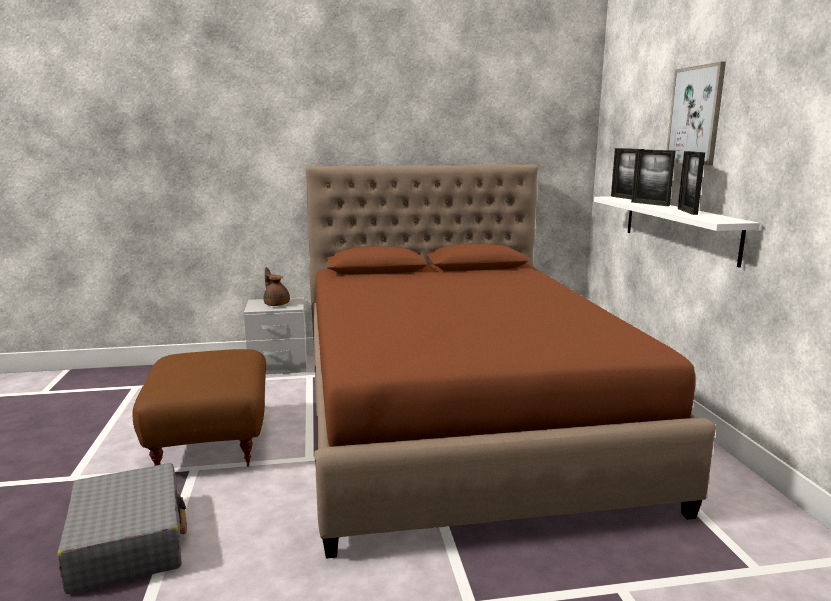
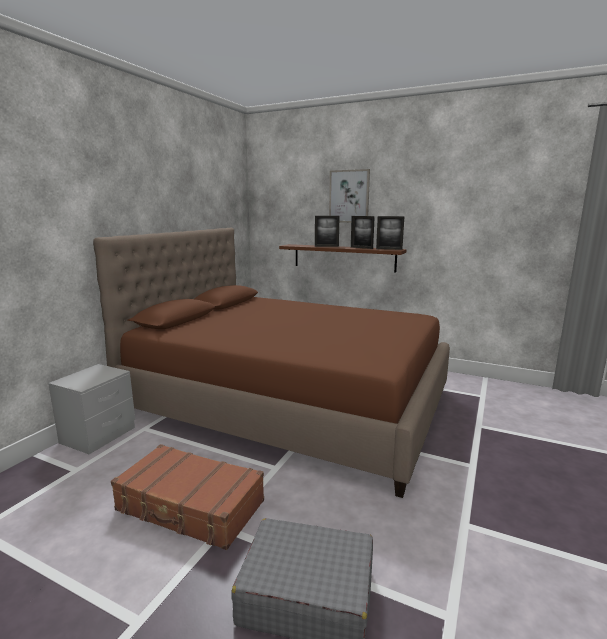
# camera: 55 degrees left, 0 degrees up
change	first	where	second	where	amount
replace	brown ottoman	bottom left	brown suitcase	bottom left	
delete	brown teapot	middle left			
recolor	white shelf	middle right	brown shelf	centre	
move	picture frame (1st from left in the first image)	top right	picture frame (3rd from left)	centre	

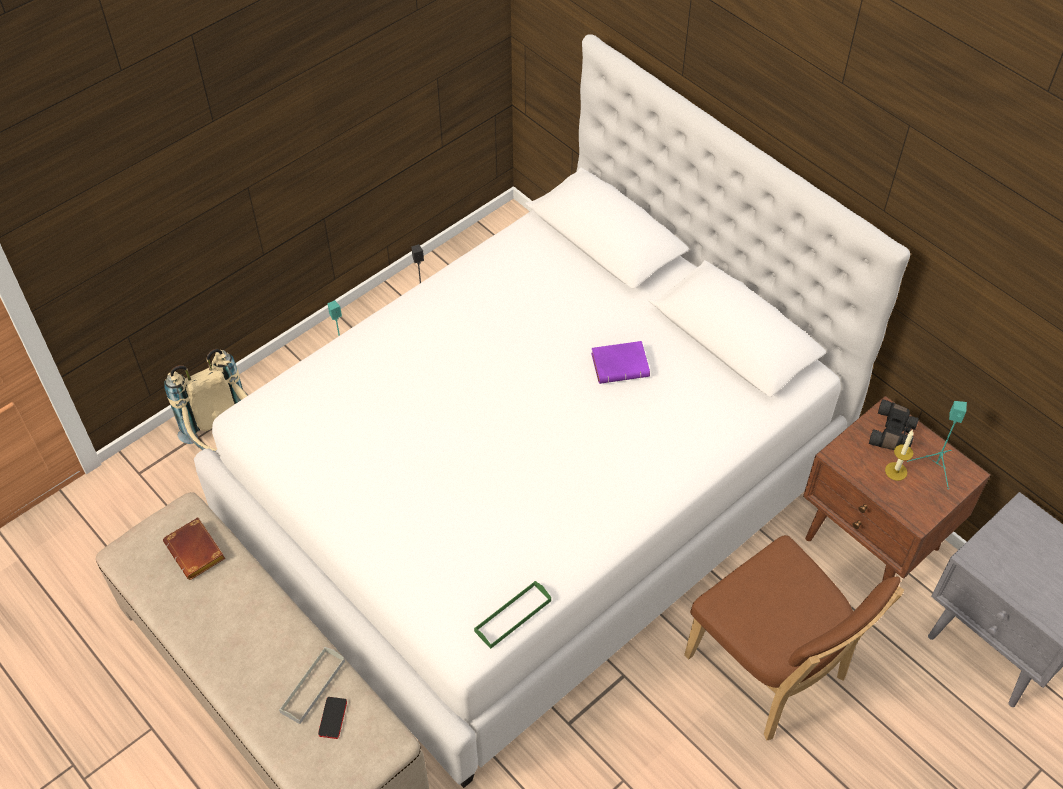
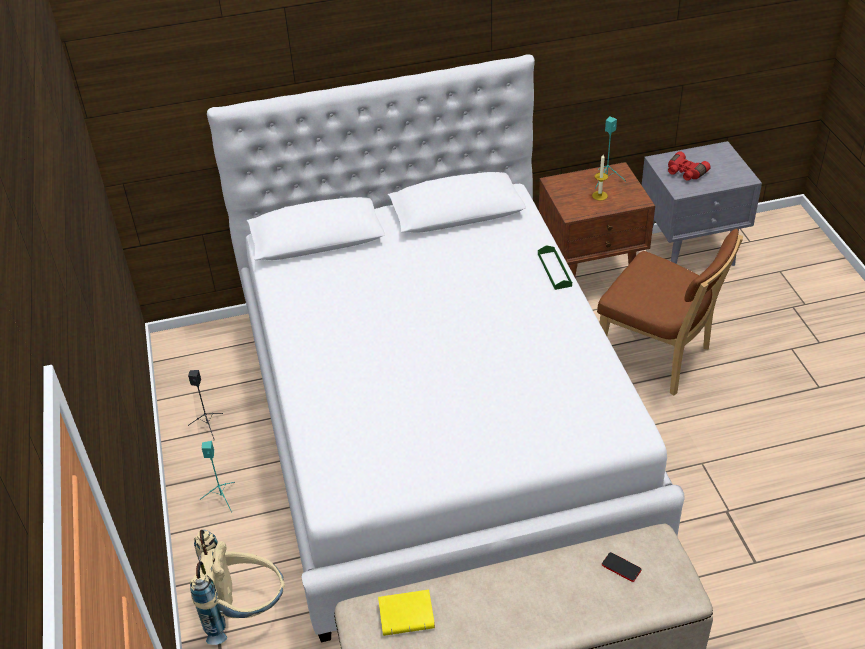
# camera: 60 degrees left, 10 degrees down
change	first	where	second	where	amount
recolor	brown book	bottom left	yellow book	bottom centre	
delete	grey tray	bottom left			
move	green tray	bottom centre		centre	
delete	purple book	centre			
rotate	brown chair	bottom right		middle right	45 degrees clockwise
delete	black binoculars	middle right			
insert			red binoculars	top right	

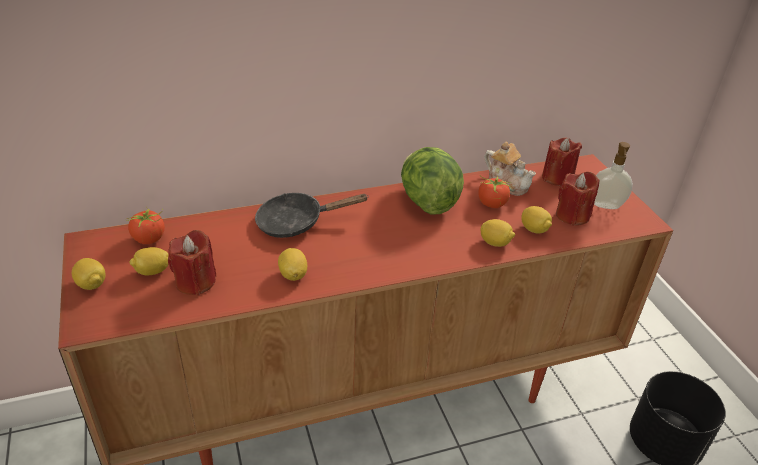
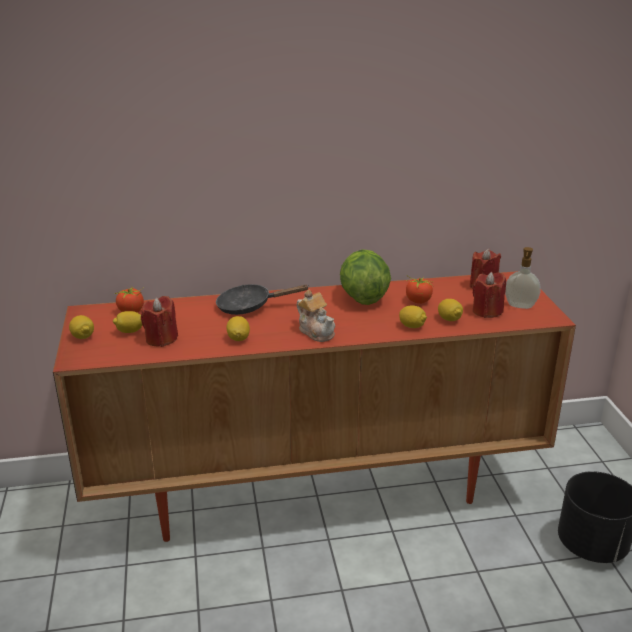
# camera: 10 degrees right, 10 degrees down
change	first	where	second	where	amount
move	teapot	middle right		centre	

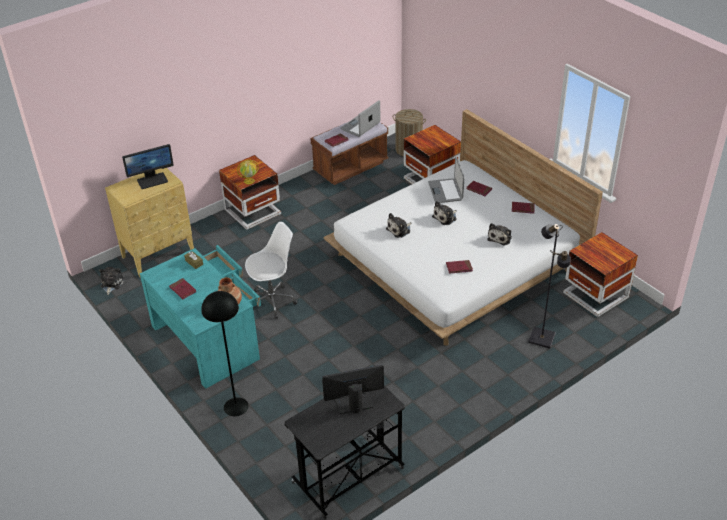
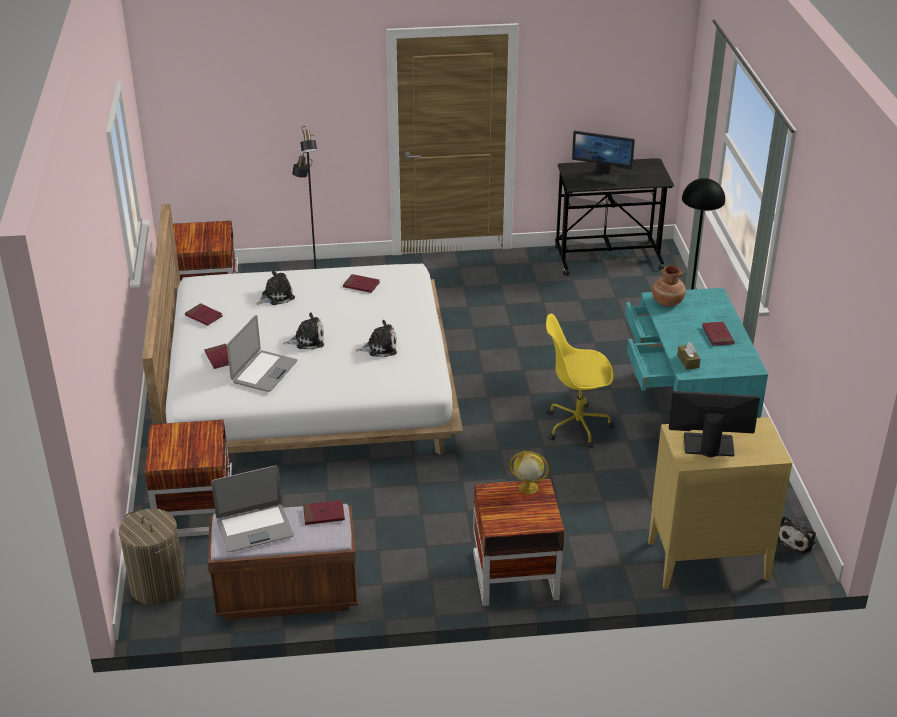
# camera: 150 degrees left, 5 degrees down
change	first	where	second	where	amount
recolor	white office chair	centre	yellow office chair	centre	

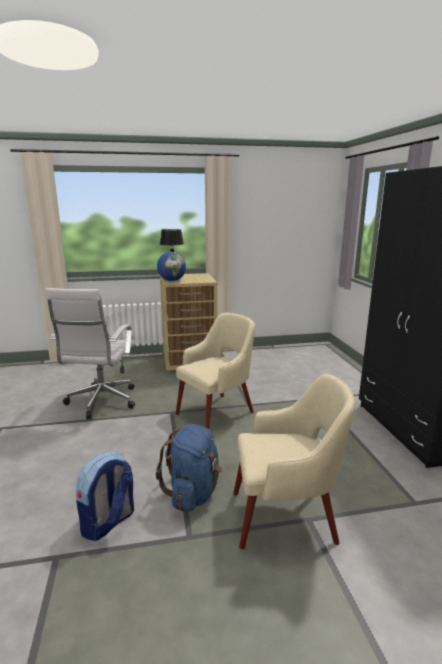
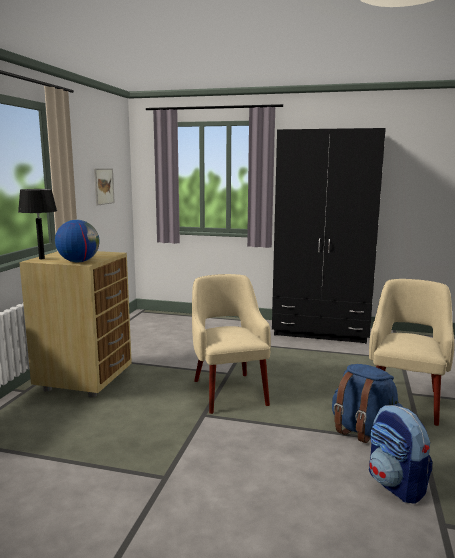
# camera: 65 degrees left, 5 degrees down
change	first	where	second	where	amount
delete	white office chair	middle left			
insert			picture	middle left	

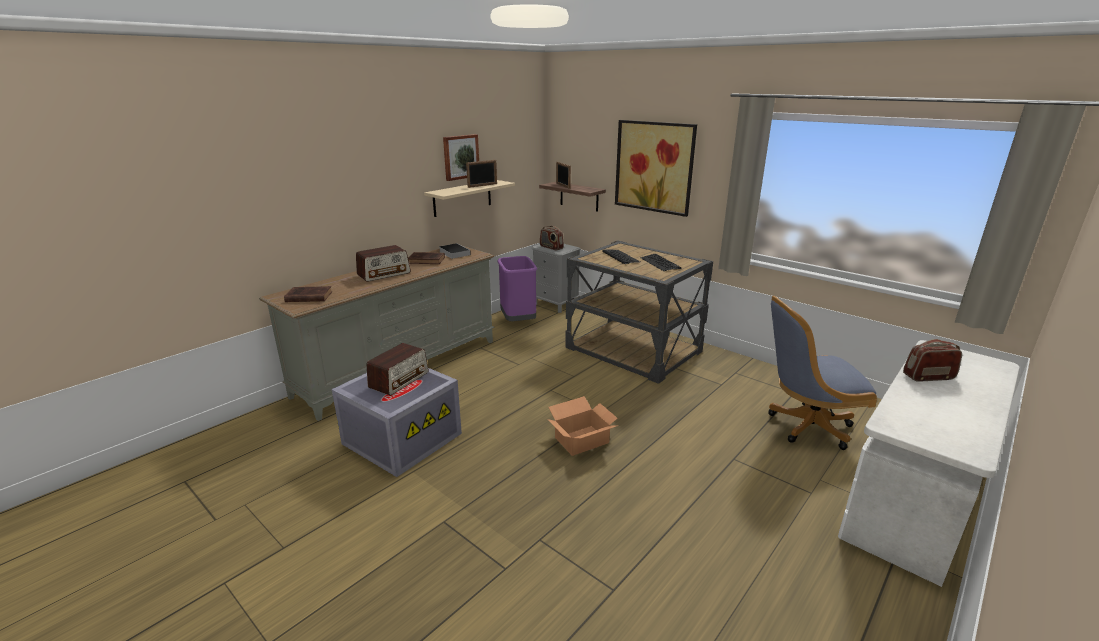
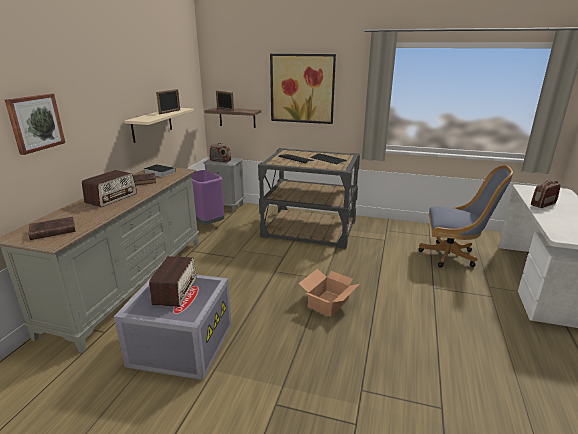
# camera: 25 degrees left, 0 degrees up
change	first	where	second	where	amount
move	picture (1st from left)	top centre		top left	
rotate	blue office chair	middle right		middle right	135 degrees counterclockwise

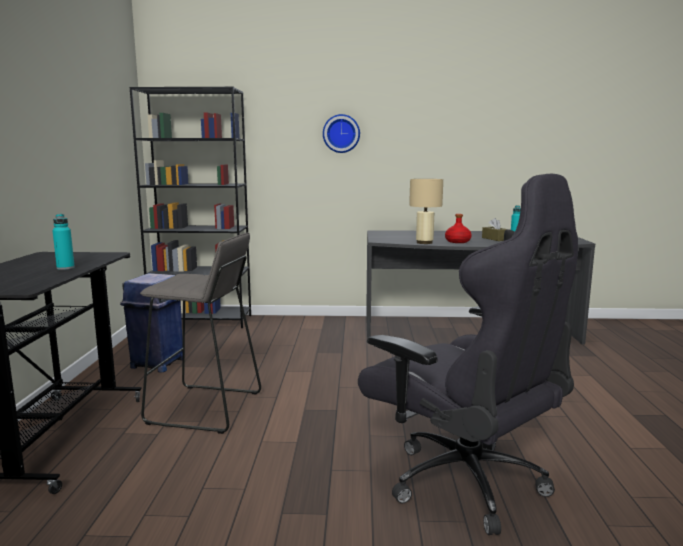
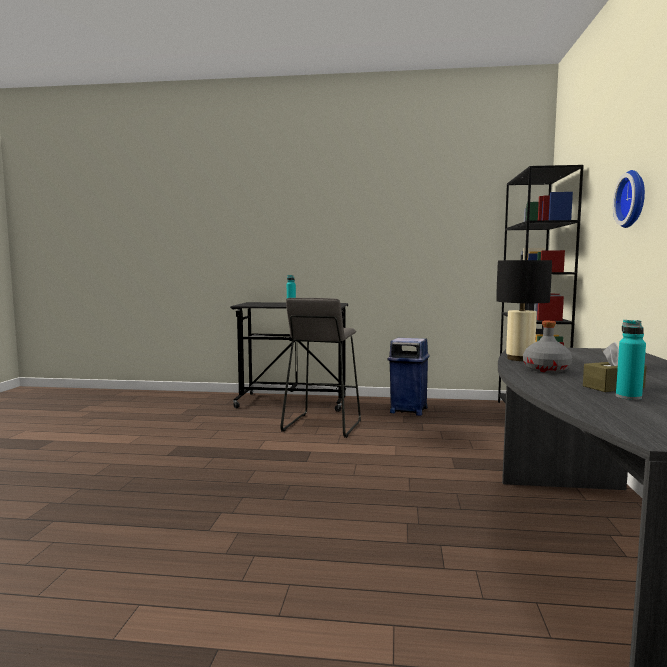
# camera: 95 degrees right, 5 degrees down
change	first	where	second	where	amount
delete	black office chair	middle right			
recolor	beige table lamp	centre	black table lamp	middle right	
recolor	red bottle	middle right	grey bottle	middle right	

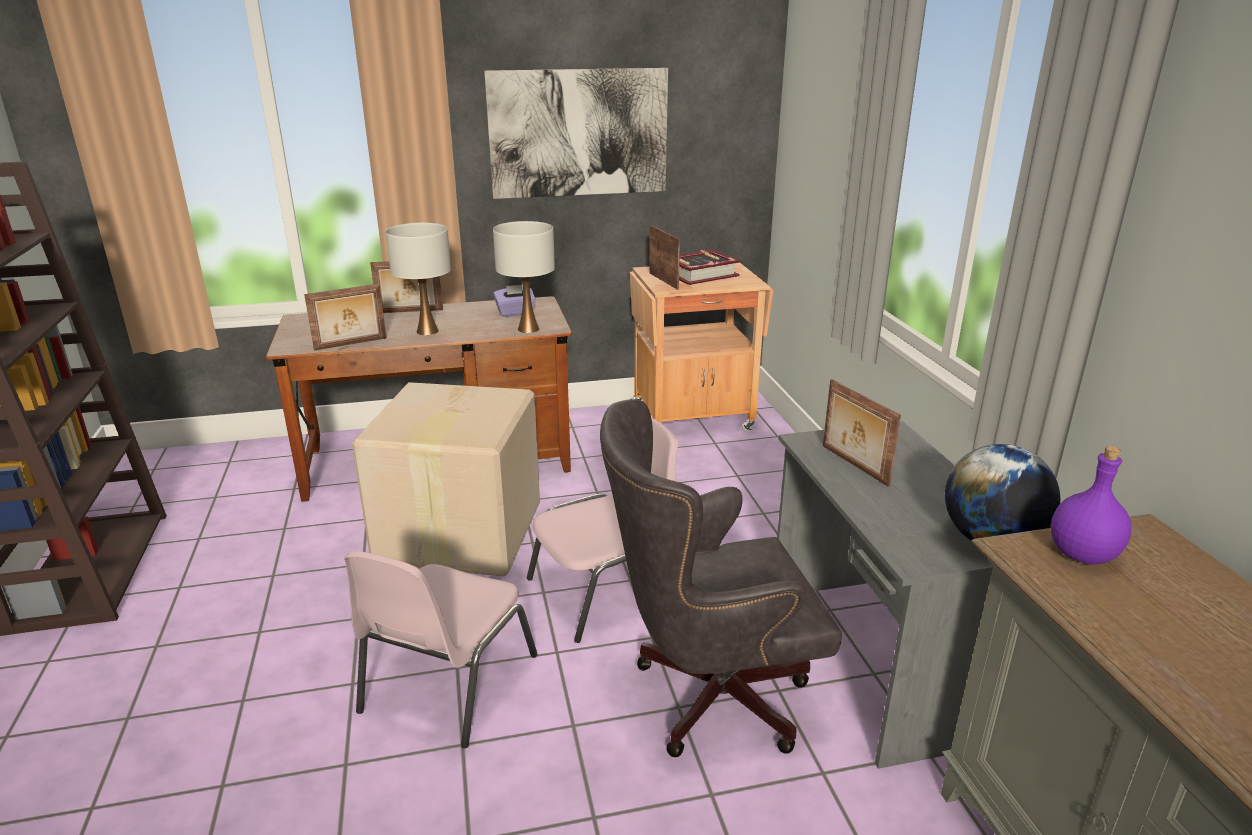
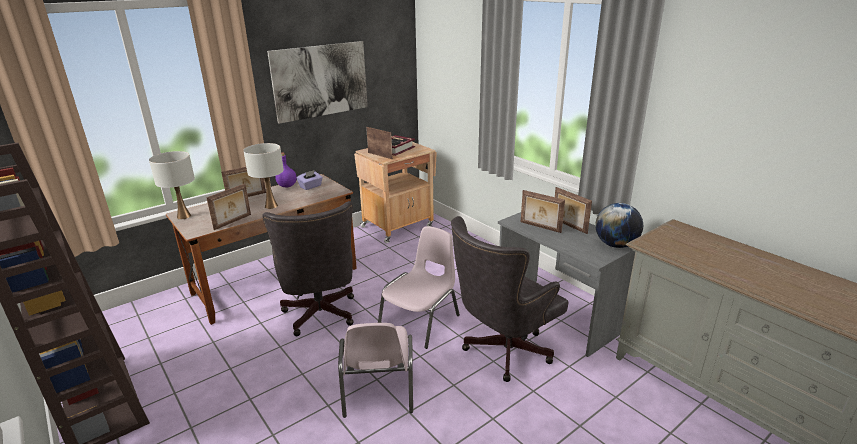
# camera: 25 degrees left, 0 degrees up
change	first	where	second	where	amount
replace	cardboard box	centre	grey office chair (1st from left)	centre	
move	white table lamp (2nd from left in the first image)	top centre	white table lamp (1st from left)	middle left	
move	purple bottle	middle right		centre	
insert			picture frame (5th from left)	middle right	

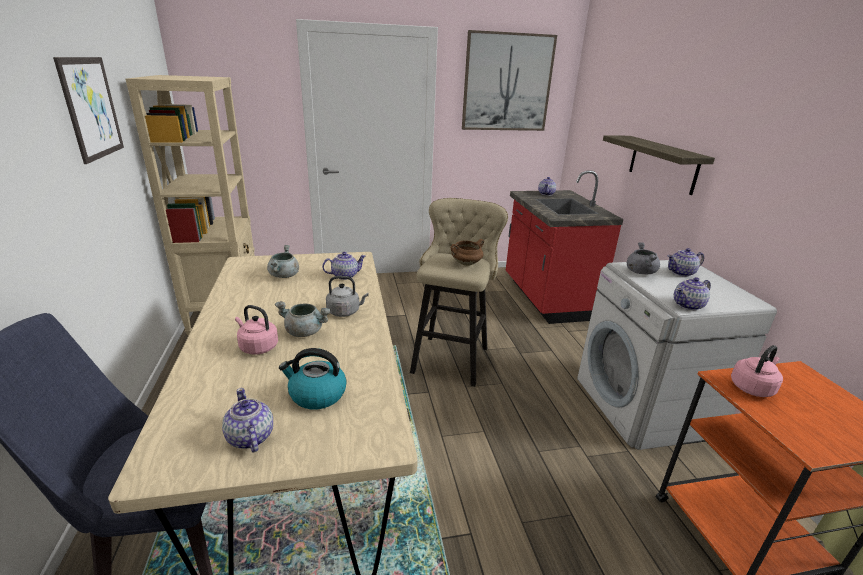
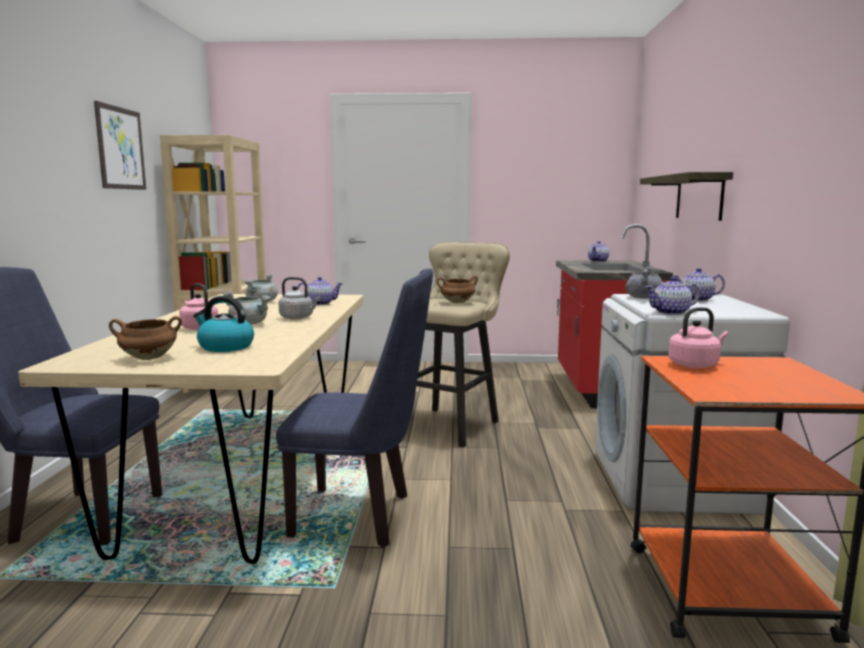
# camera: 15 degrees right, 15 degrees down
change	first	where	second	where	amount
replace	teapot (1st from left)	bottom left	brown cooking pot (1st from left)	middle left	
delete	picture (2nd from left)	top centre			
insert			blue chair (2nd from left)	centre	

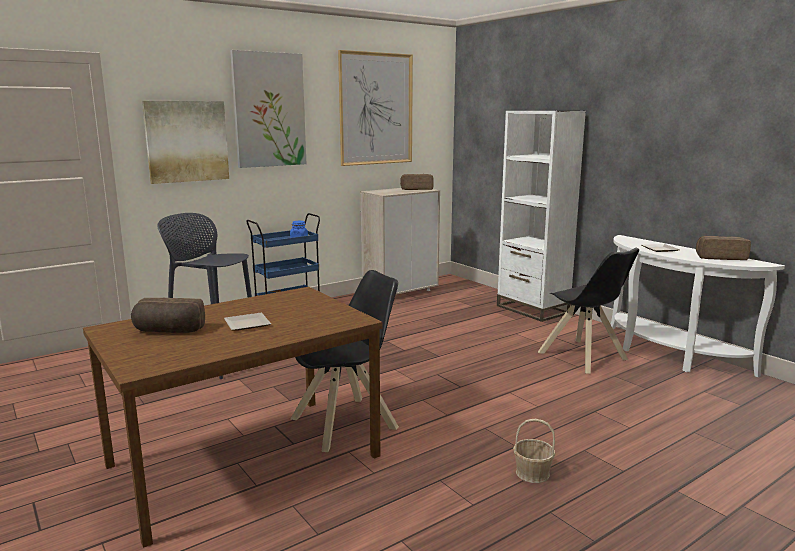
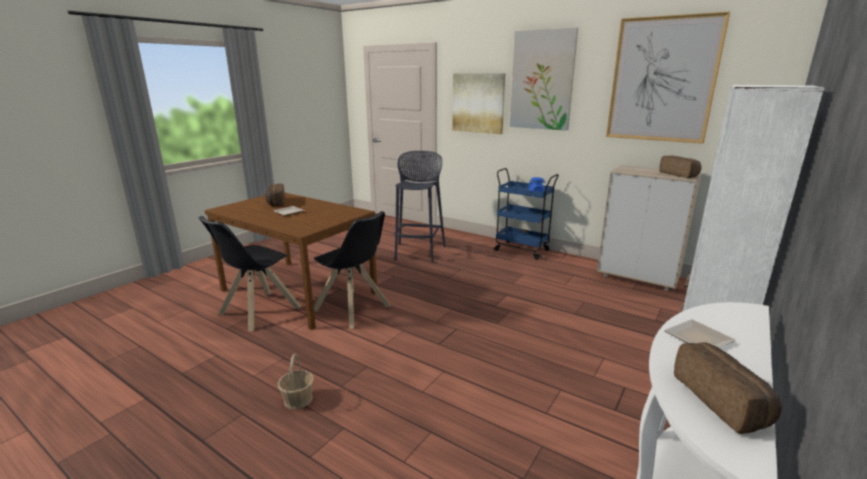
# camera: 70 degrees right, 5 degrees up
change	first	where	second	where	amount
move	black chair (2nd from left in the first image)	middle right	black chair (1st from left)	middle left	

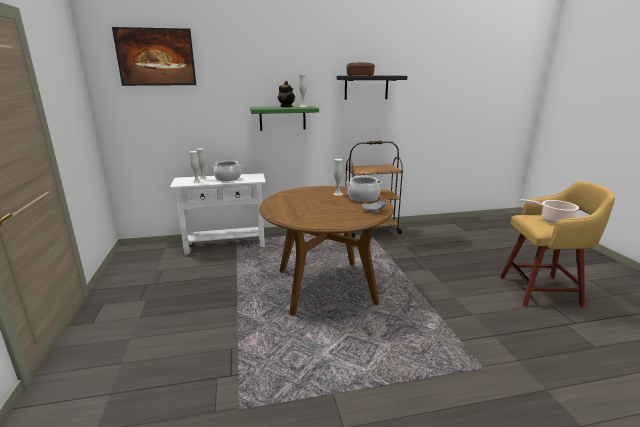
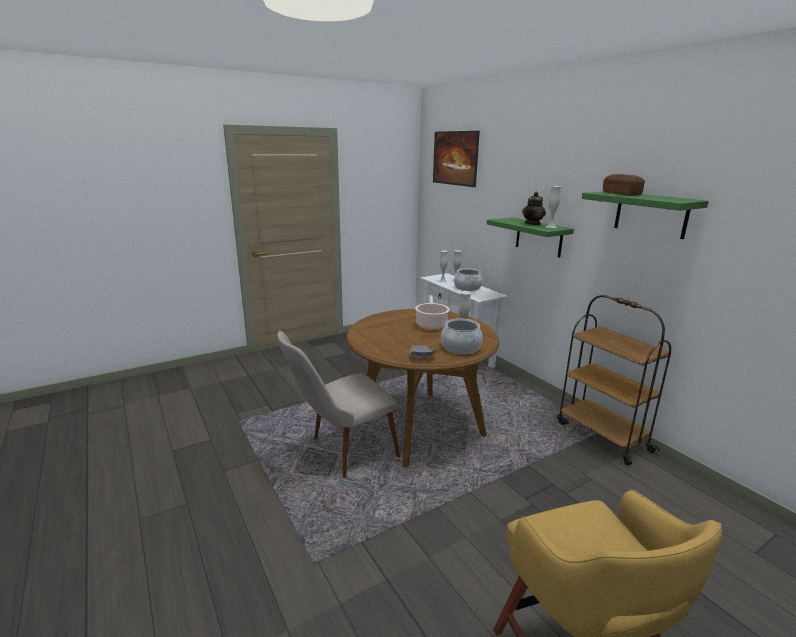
# camera: 70 degrees right, 0 degrees up
change	first	where	second	where	amount
recolor	black shelf	top centre	green shelf (2nd from left)	middle right	
move	cooking pot (3rd from left in the first image)	middle right	cooking pot (1st from left)	centre	
insert			beige chair	centre	

